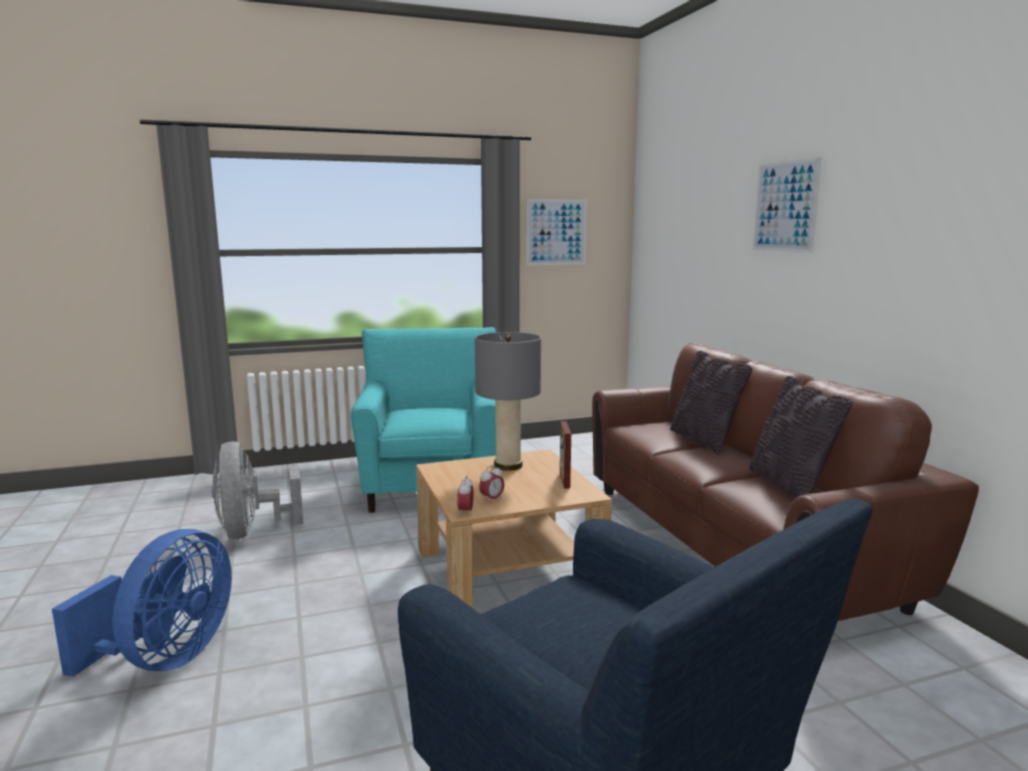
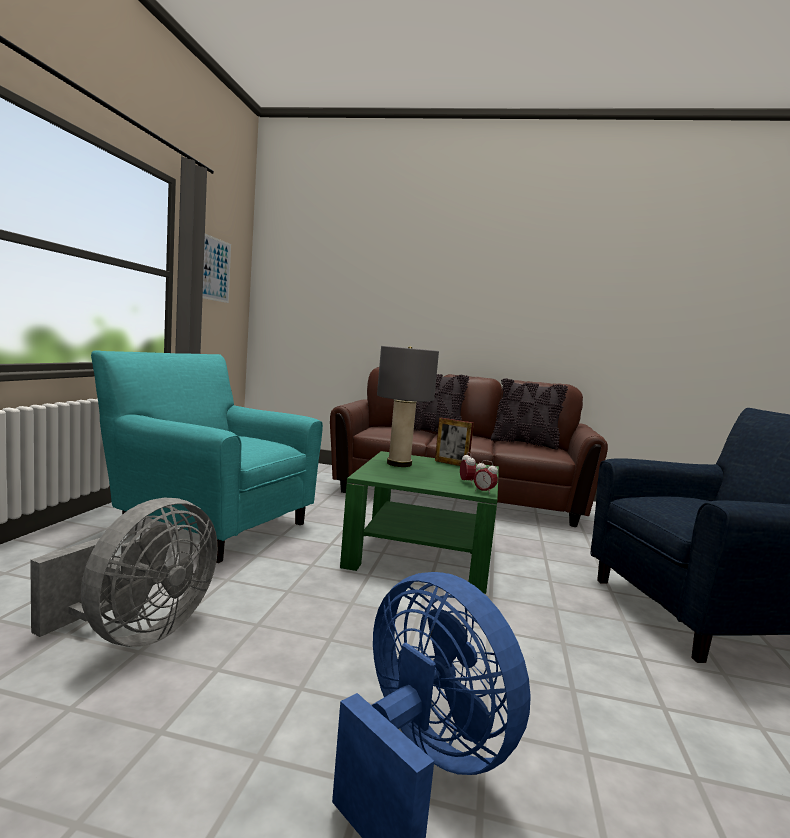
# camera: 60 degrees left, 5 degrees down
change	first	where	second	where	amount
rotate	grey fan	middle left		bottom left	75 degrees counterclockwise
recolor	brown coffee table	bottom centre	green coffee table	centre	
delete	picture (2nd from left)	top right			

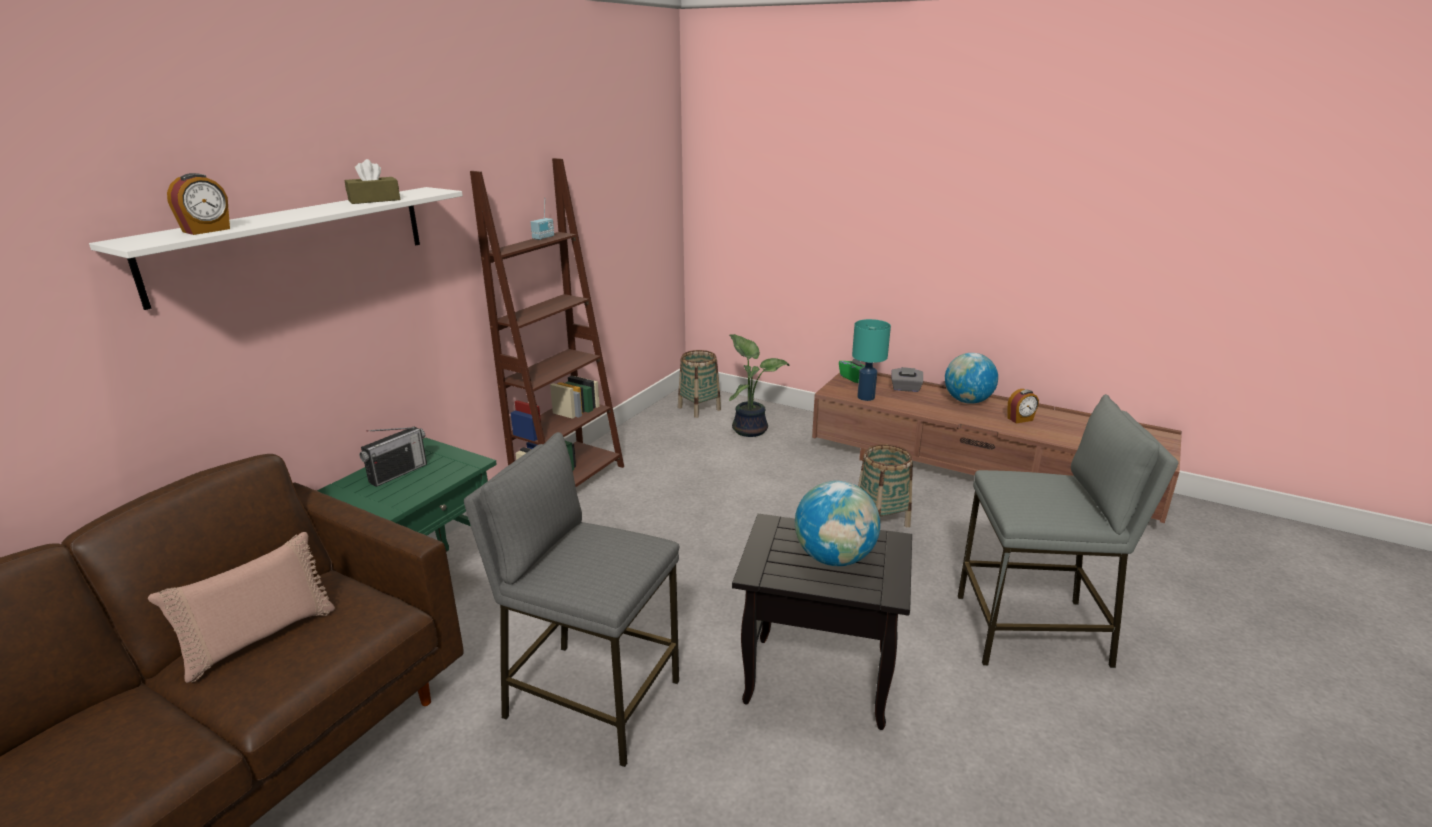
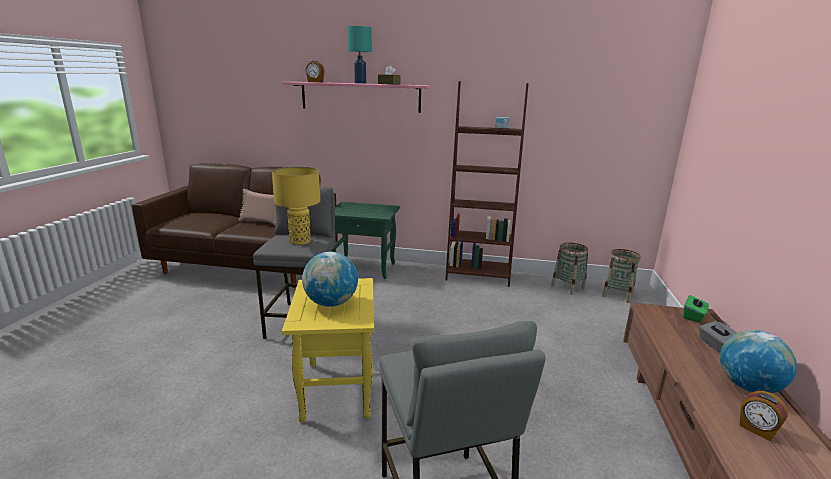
# camera: 70 degrees right, 5 degrees down
change	first	where	second	where	amount
recolor	white shelf	top left	pink shelf	top centre	
delete	radio (1st from left)	middle left			
delete	potted plant	centre			
recolor	black side table	bottom centre	yellow side table	bottom centre	
move	turquoise table lamp	centre		top centre	
move	basket (2nd from left in the first image)	centre	basket (1st from left)	middle right	
insert			yellow table lamp	centre	

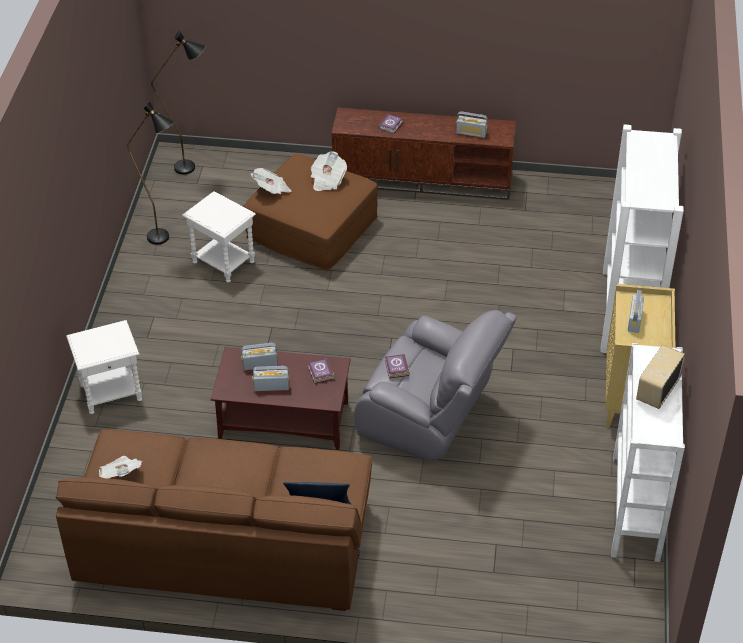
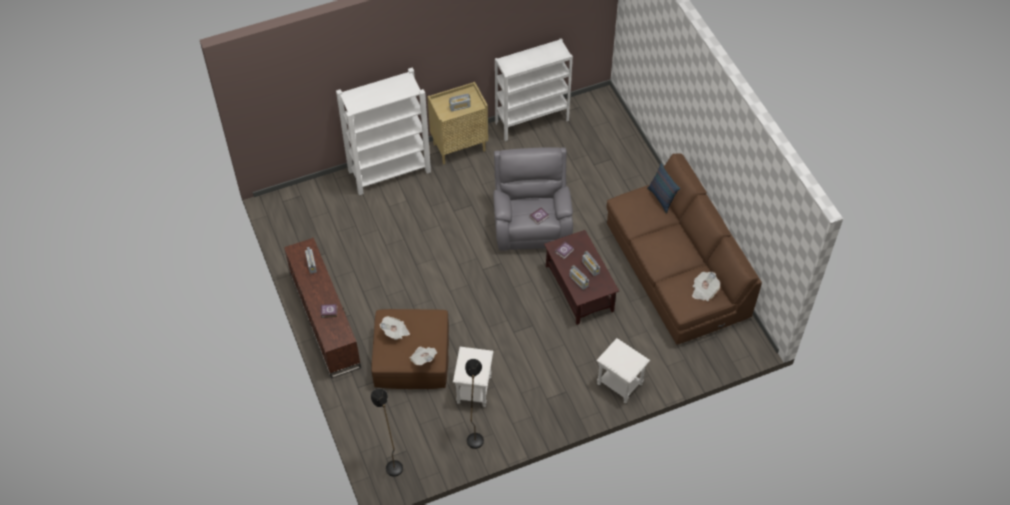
# camera: 120 degrees left, 10 degrees up
change	first	where	second	where	amount
delete	radio (5th from left)	middle right			

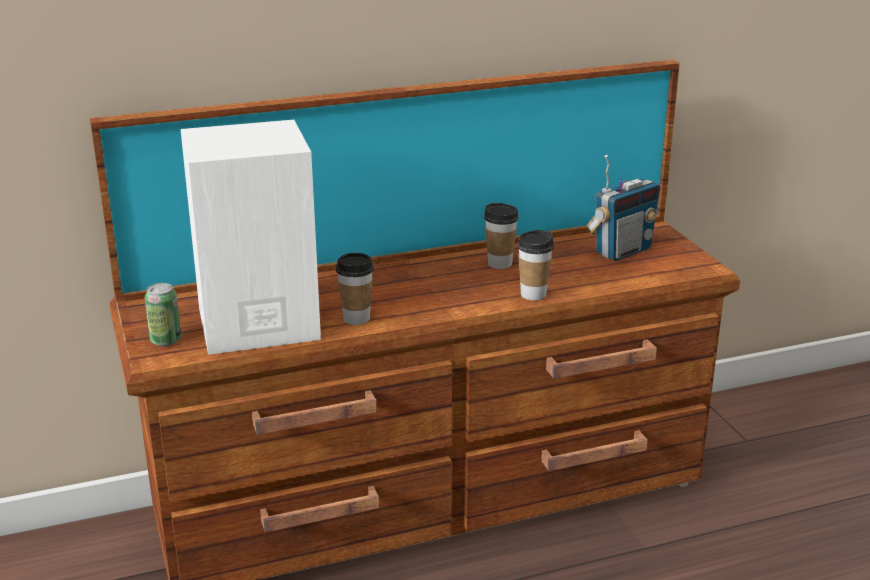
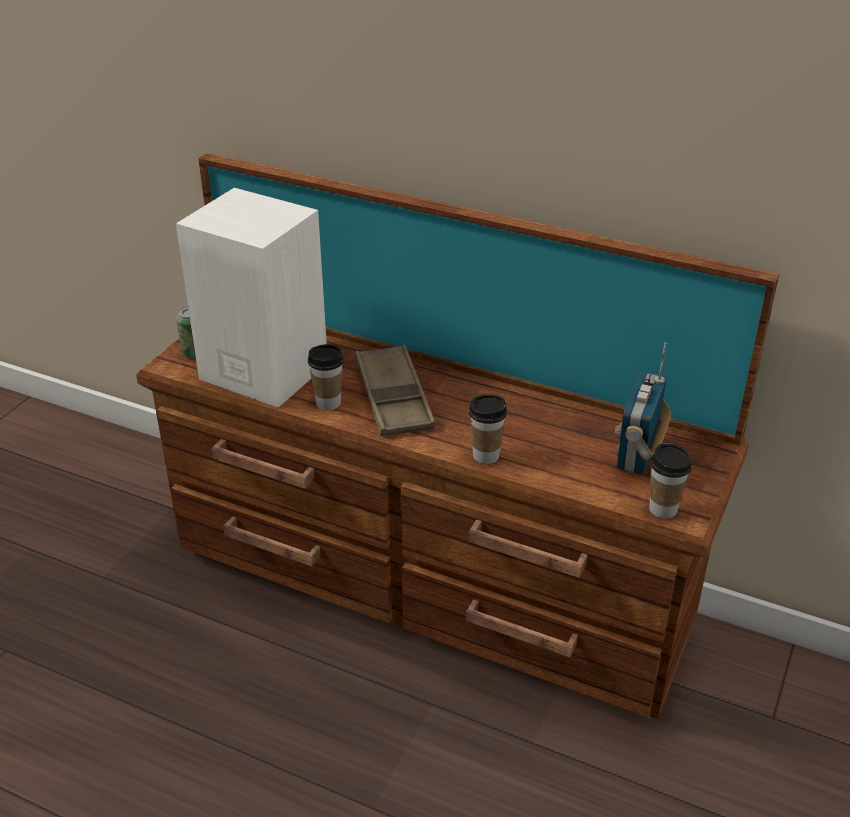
# camera: 45 degrees right, 10 degrees up
change	first	where	second	where	amount
move	cup (2nd from left in the first image)	centre	cup (3rd from left)	middle right	
rotate	radio	middle right		middle right	105 degrees clockwise
insert			brown tray	centre	

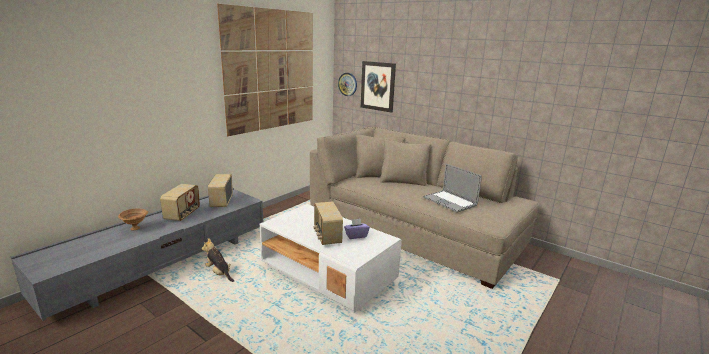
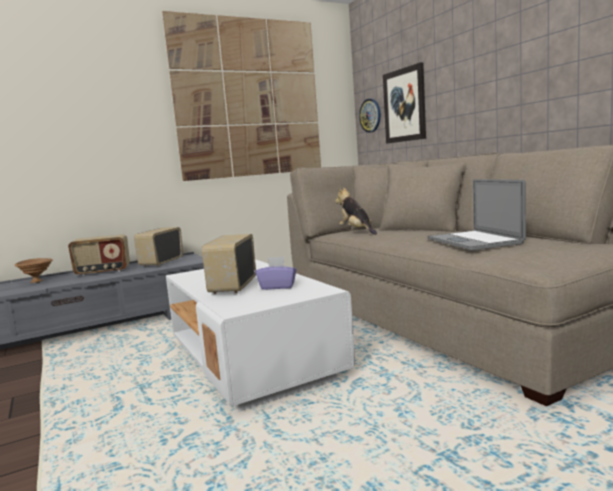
# camera: 25 degrees right, 10 degrees down
change	first	where	second	where	amount
rotate	radio (1st from left)	middle left		middle left	45 degrees clockwise
move	plush toy	bottom left		centre	

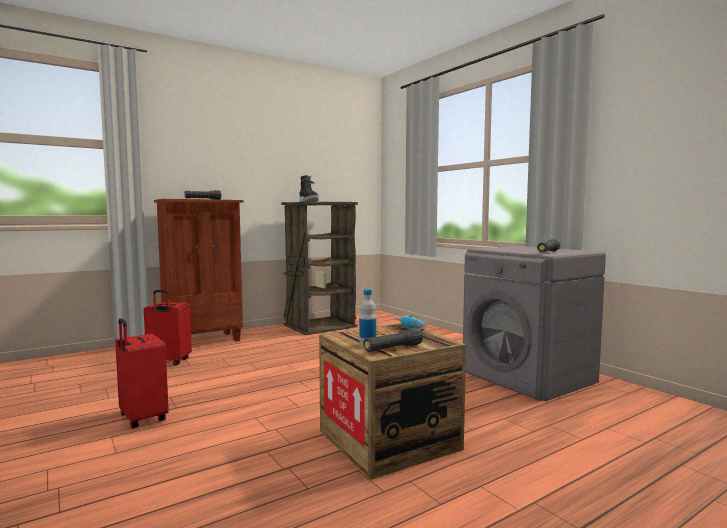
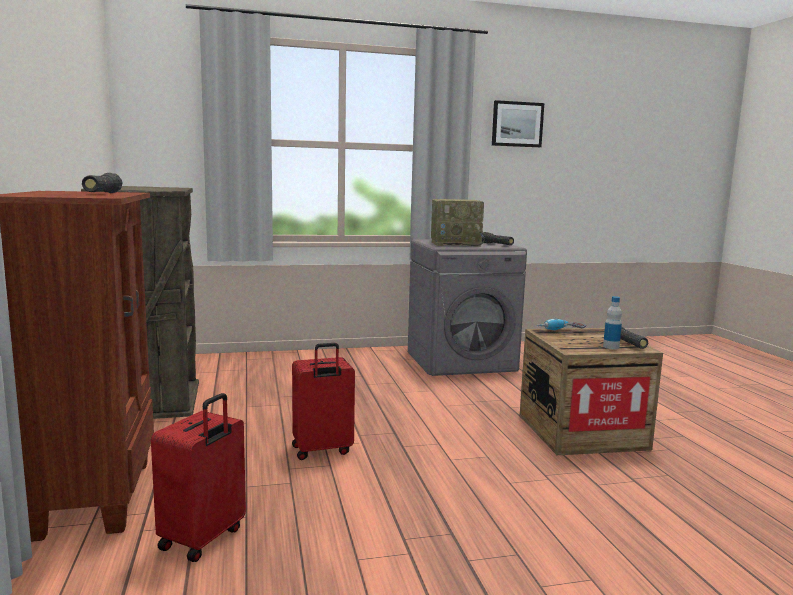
# camera: 70 degrees left, 5 degrees up
change	first	where	second	where	amount
move	red suitcase (1st from left in the first image)	bottom left	red suitcase (2nd from left)	bottom centre	
delete	black boot	centre			
insert			radio	centre	
insert			picture	top centre	

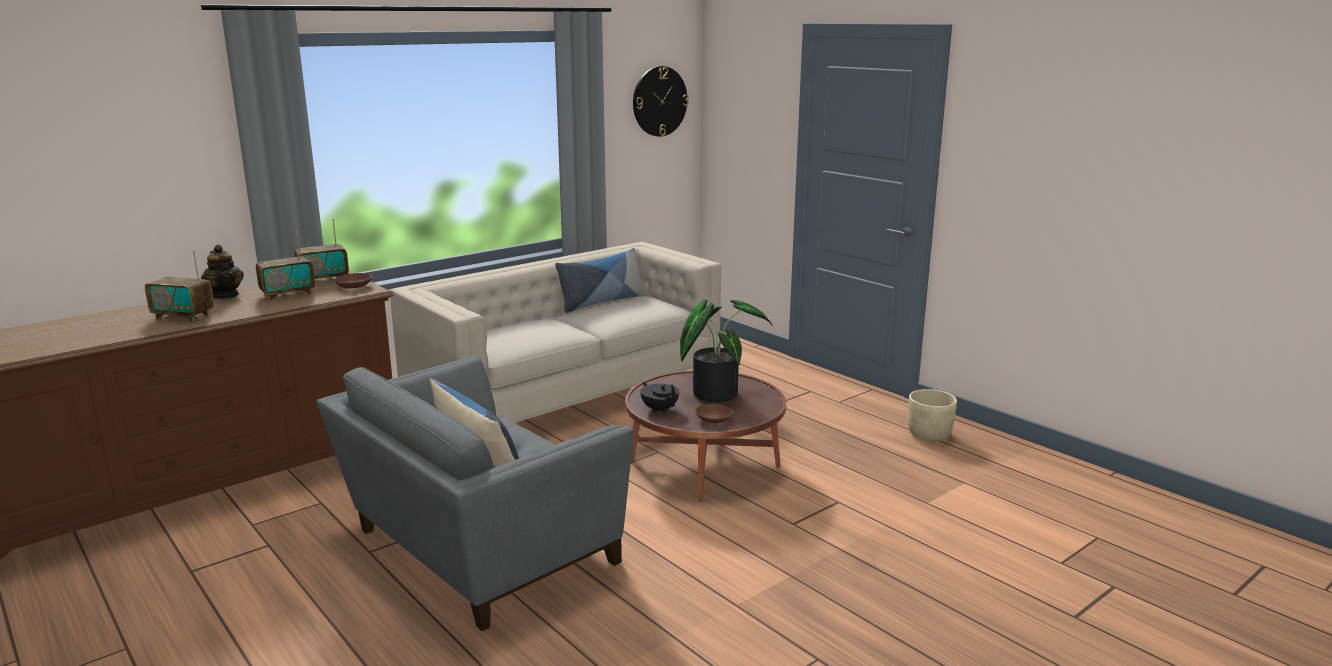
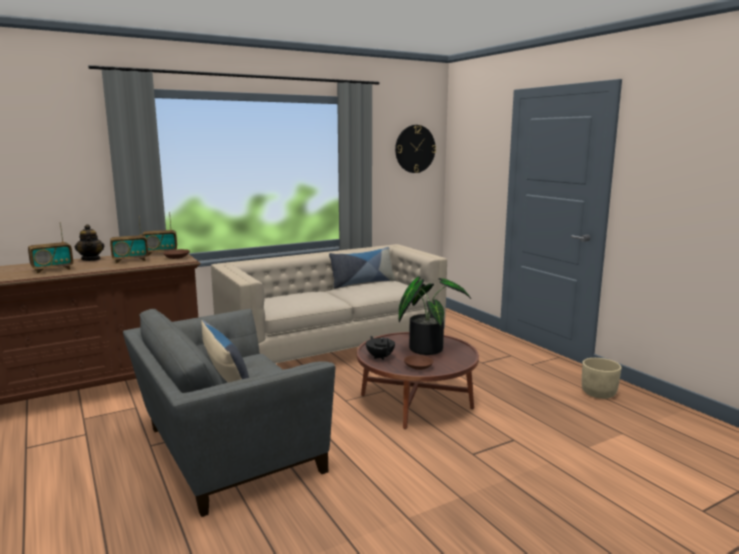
# camera: 10 degrees right, 5 degrees down
change	first	where	second	where	amount
rotate	radio (1st from left)	middle left		middle left	60 degrees counterclockwise

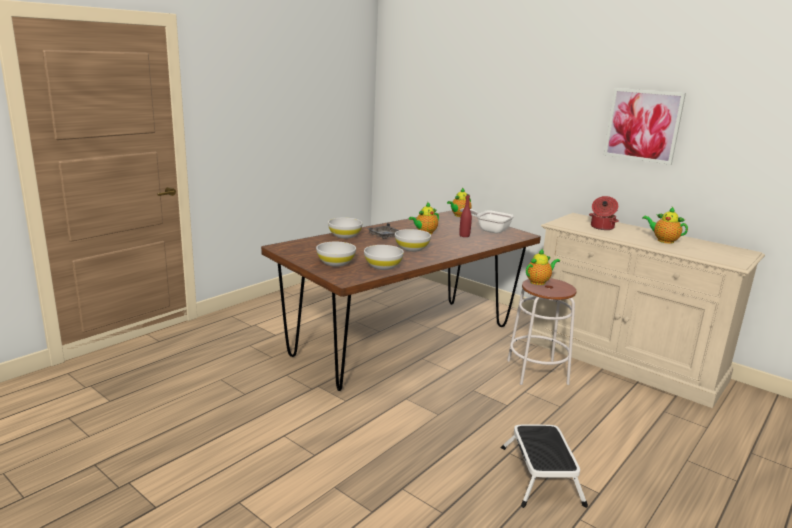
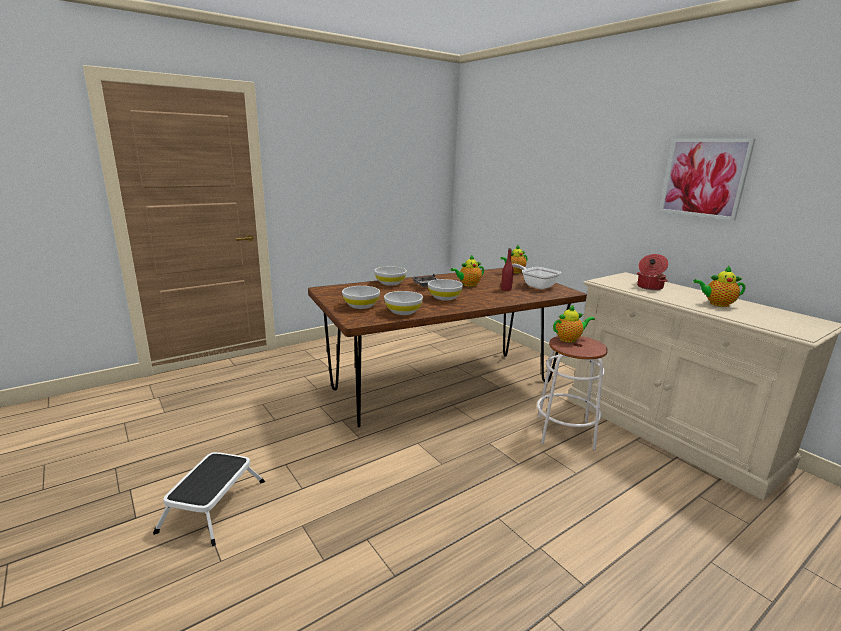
# camera: 15 degrees right, 0 degrees up
change	first	where	second	where	amount
move	black step ladder	bottom right		bottom left	
rotate	teapot (4th from left)	middle right		middle right	45 degrees counterclockwise

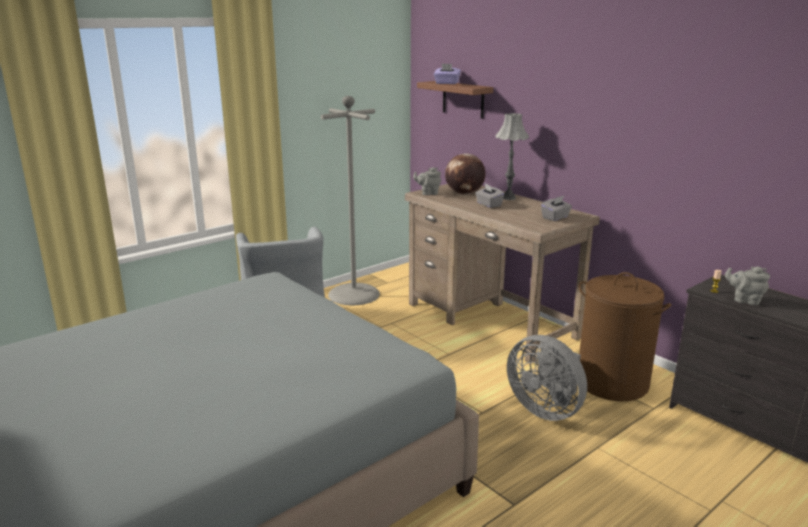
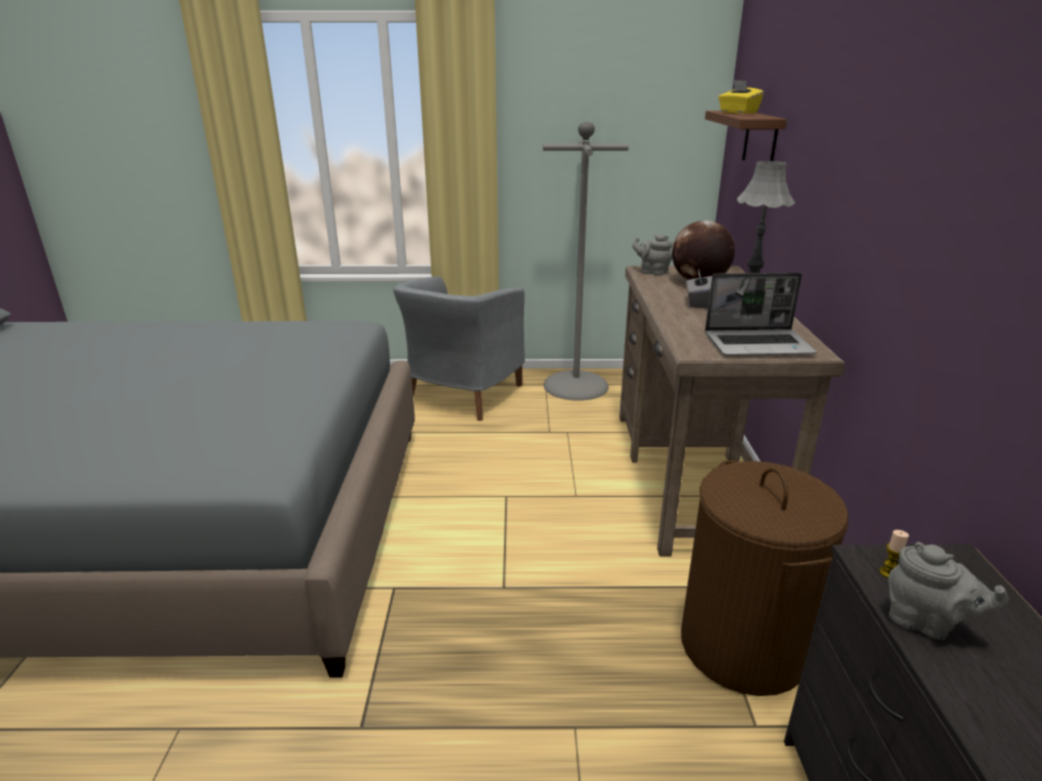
# camera: 40 degrees right, 5 degrees up
change	first	where	second	where	amount
recolor	purple tissue box	top centre	yellow tissue box	top right	
delete	grey fan	bottom right			
replace	grey tissue box (2nd from left)	middle right	laptop	middle right	
rotate	grey teapot (2nd from left)	middle right		bottom right	150 degrees clockwise

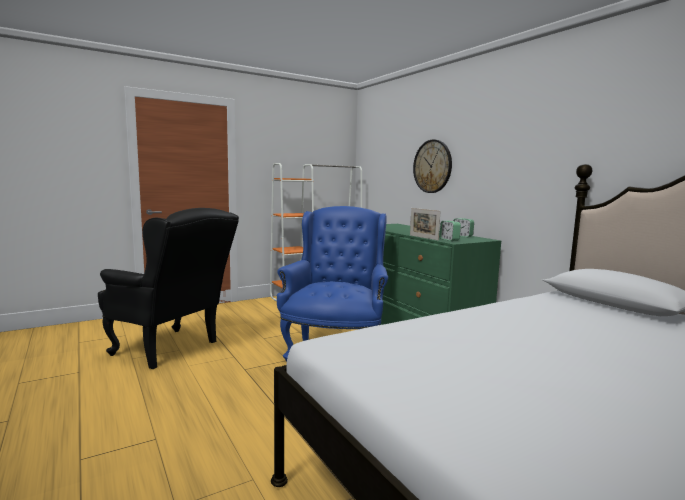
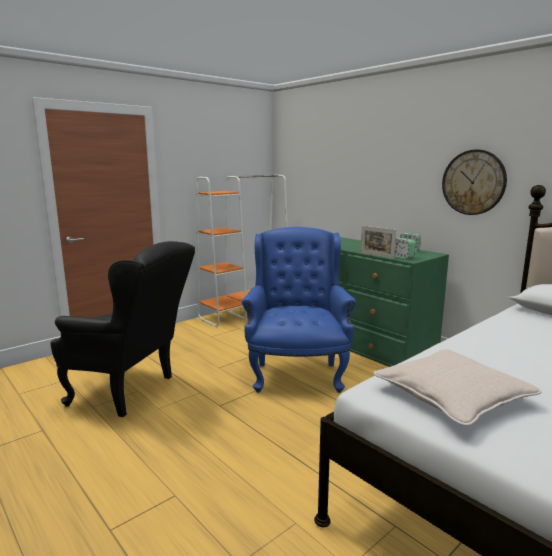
# camera: 10 degrees left, 5 degrees up
change	first	where	second	where	amount
move	wall clock	top centre		top right	
insert			beige pillow	bottom right	

